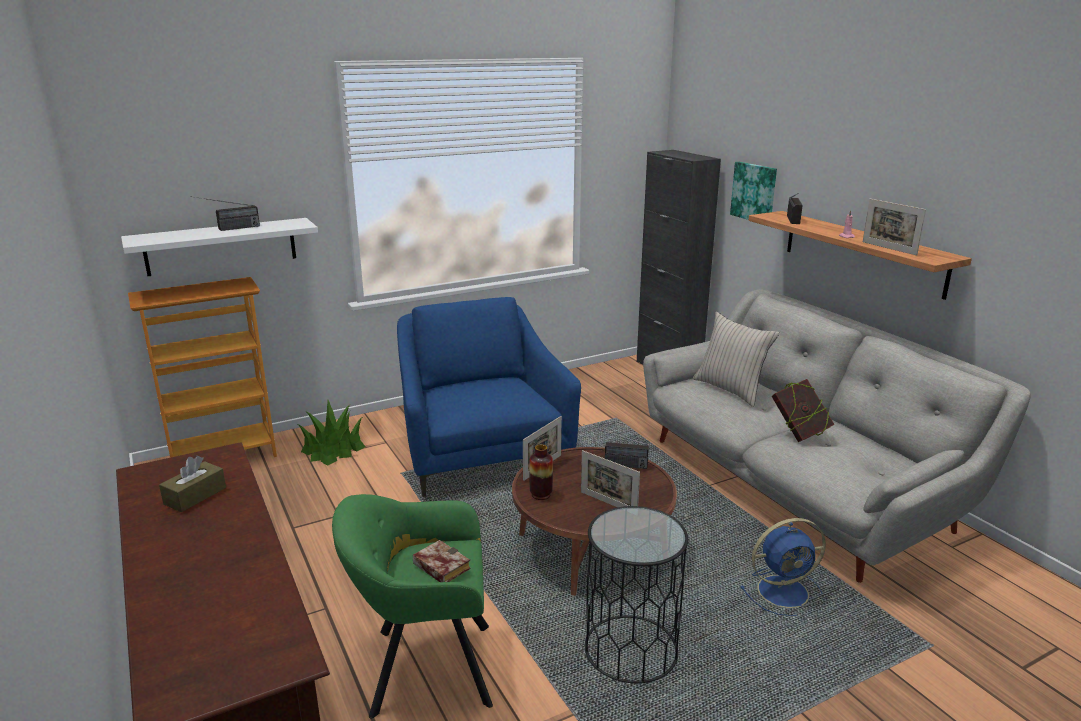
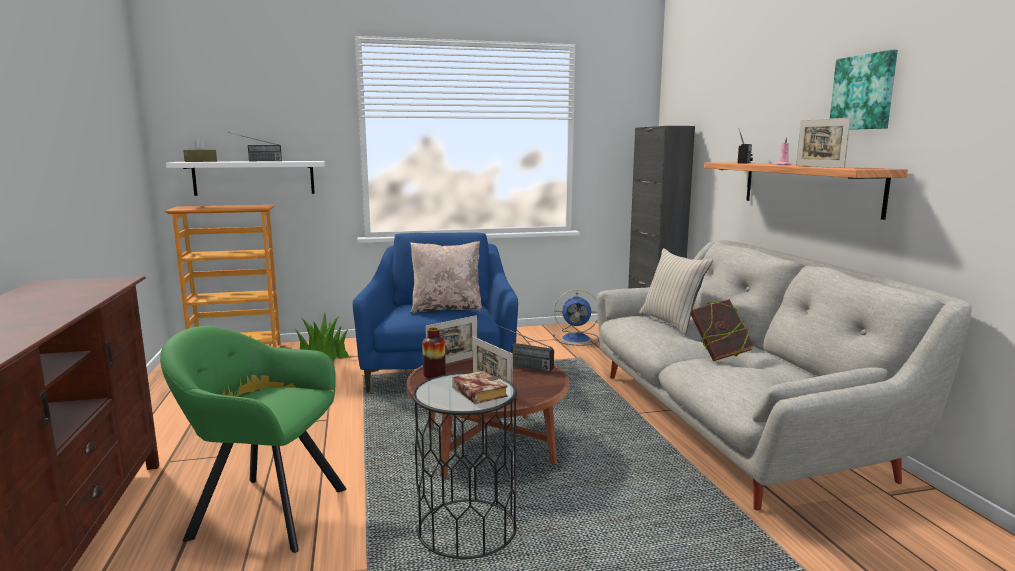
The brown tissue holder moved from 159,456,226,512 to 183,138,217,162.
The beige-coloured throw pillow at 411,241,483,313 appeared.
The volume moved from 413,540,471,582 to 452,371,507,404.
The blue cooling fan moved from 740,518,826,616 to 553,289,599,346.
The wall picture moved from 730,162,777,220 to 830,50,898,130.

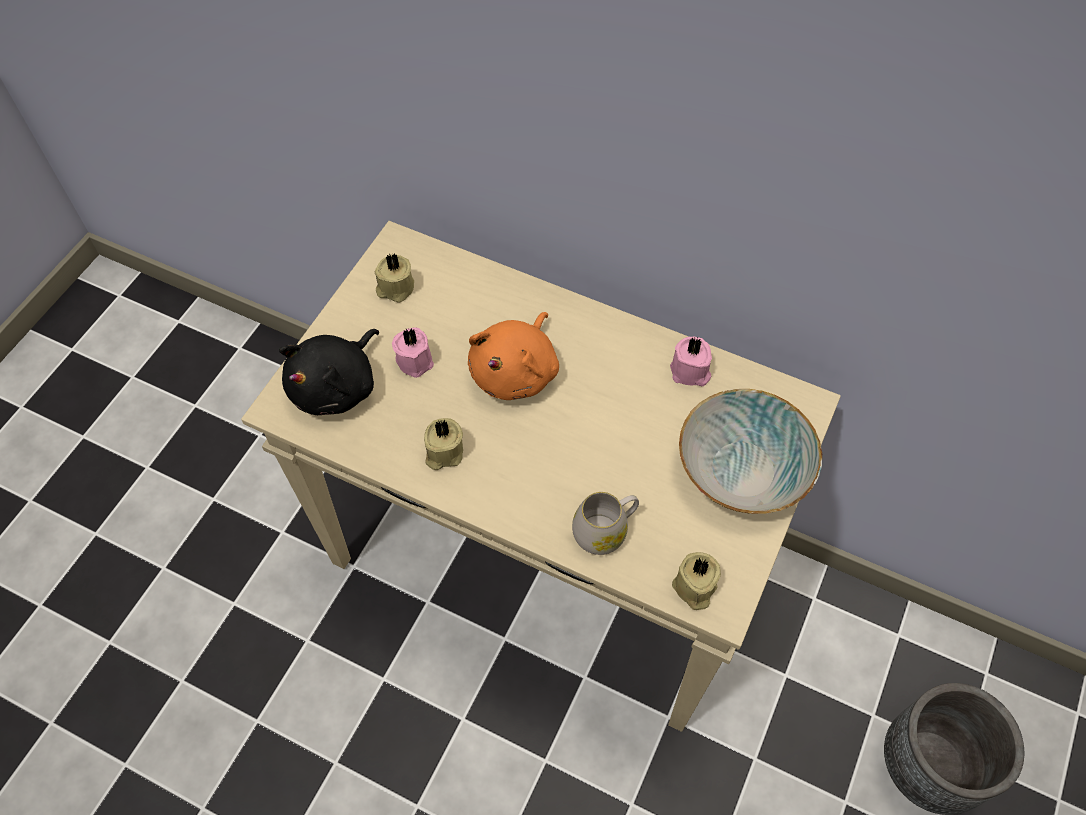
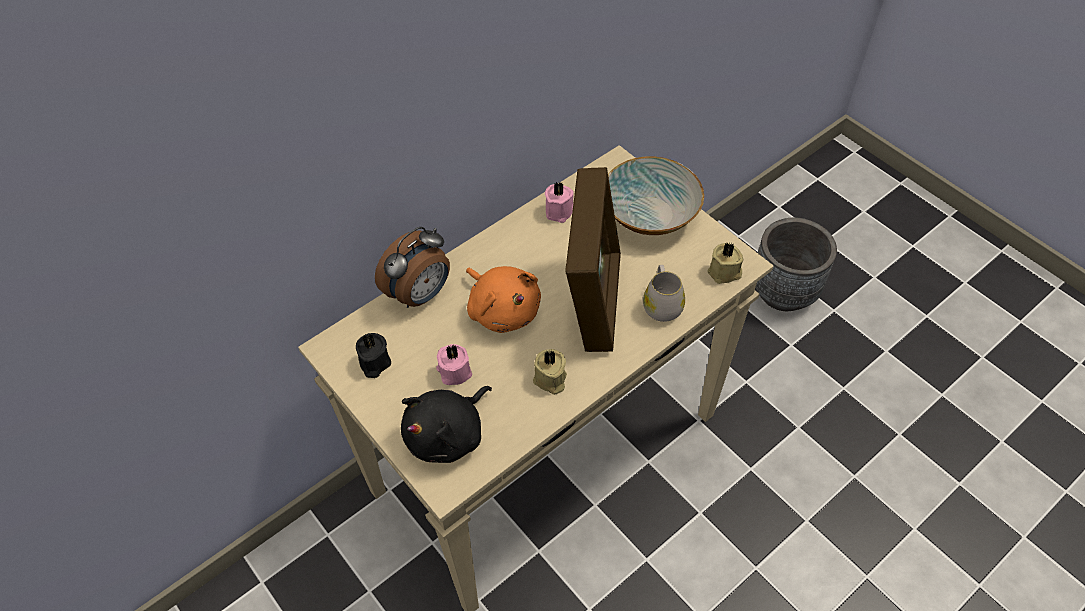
The beige-coloured wax candle at 375,253,414,303 became the black wax candle at 356,333,391,378.
The table clock at 375,227,450,308 appeared.
The black soft toy at 279,329,379,415 turned 75 degrees clockwise.
The standing frame at 565,167,621,352 appeared.

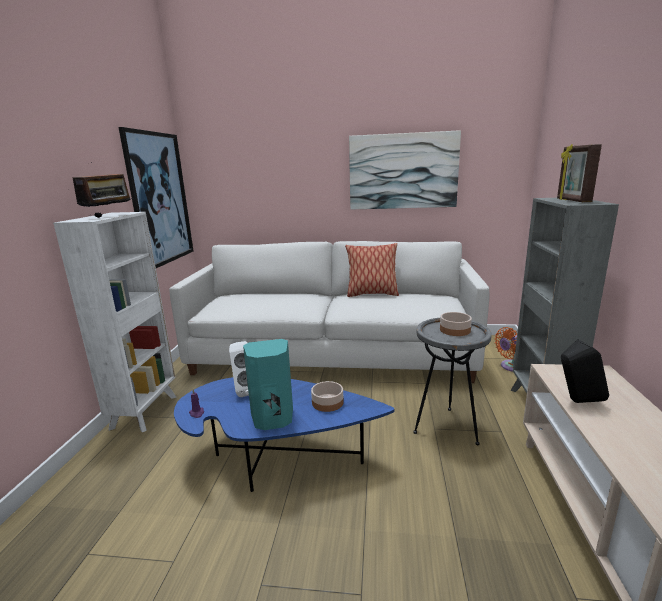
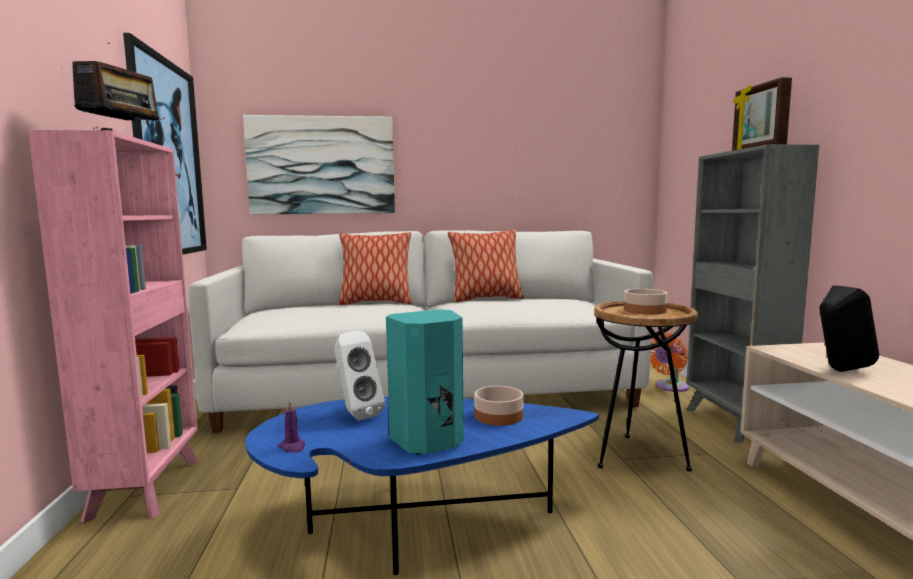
The whitish shelving unit at 53,212,176,432 became the pink-coloured shelving unit at 28,130,199,523.
The wall picture moved from 349,130,461,210 to 243,115,395,215.
The throw pillow at 338,232,412,305 appeared.
The greyish accent table at 413,318,492,445 became the brown accent table at 594,301,698,472.

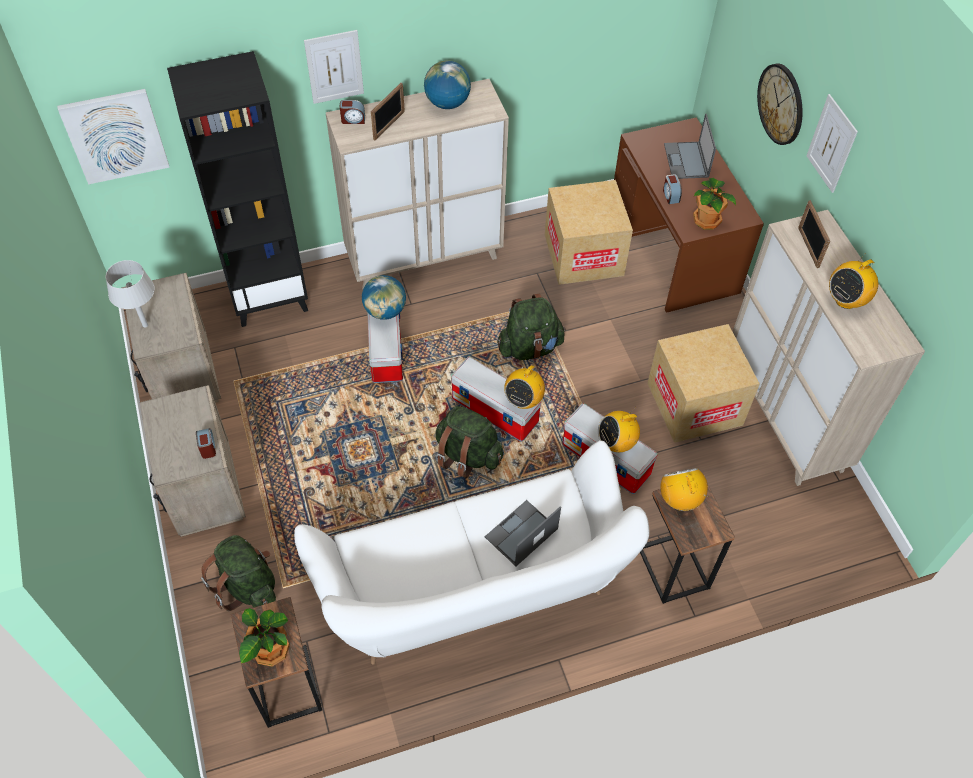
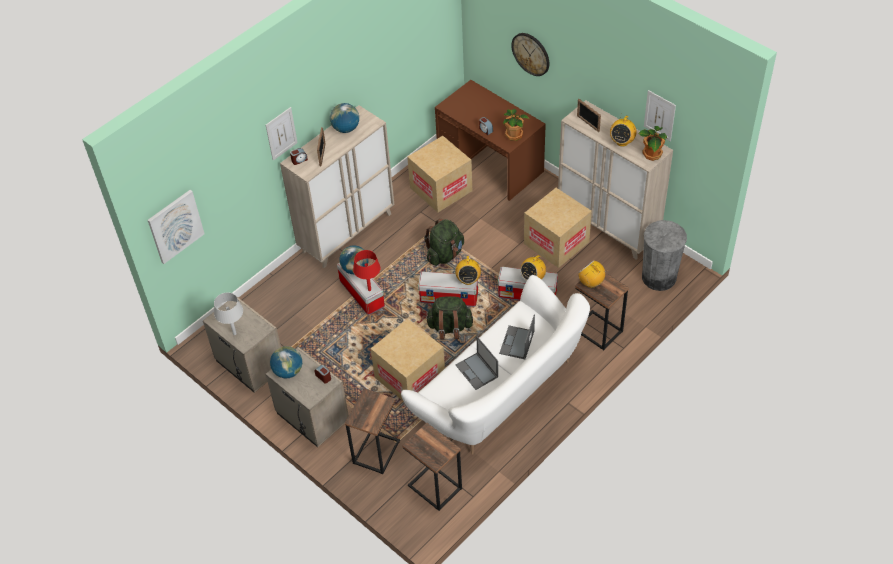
The world globe at 270,346,302,378 appeared.
The green-coloured backpack at 201,535,276,611 was replaced by the accent table at 345,388,400,474.
The red table lamp at 353,250,380,291 appeared.
The cardboard box at 370,319,445,402 appeared.
The laptop moved from 664,114,716,179 to 456,336,498,390.
The houseplant moved from 239,608,290,667 to 638,126,667,161.
The greyish waste bin at 642,220,687,291 appeared.
The wall picture moved from 807,94,858,193 to 644,90,676,141.
The black shelving unit at 167,51,308,327 disappeared.

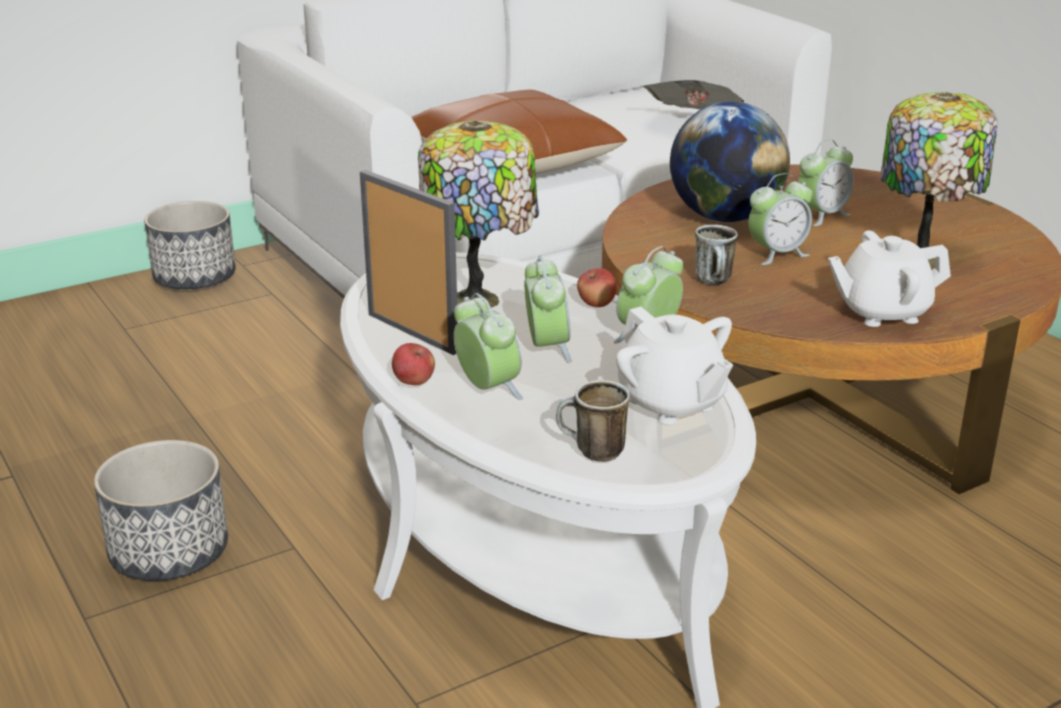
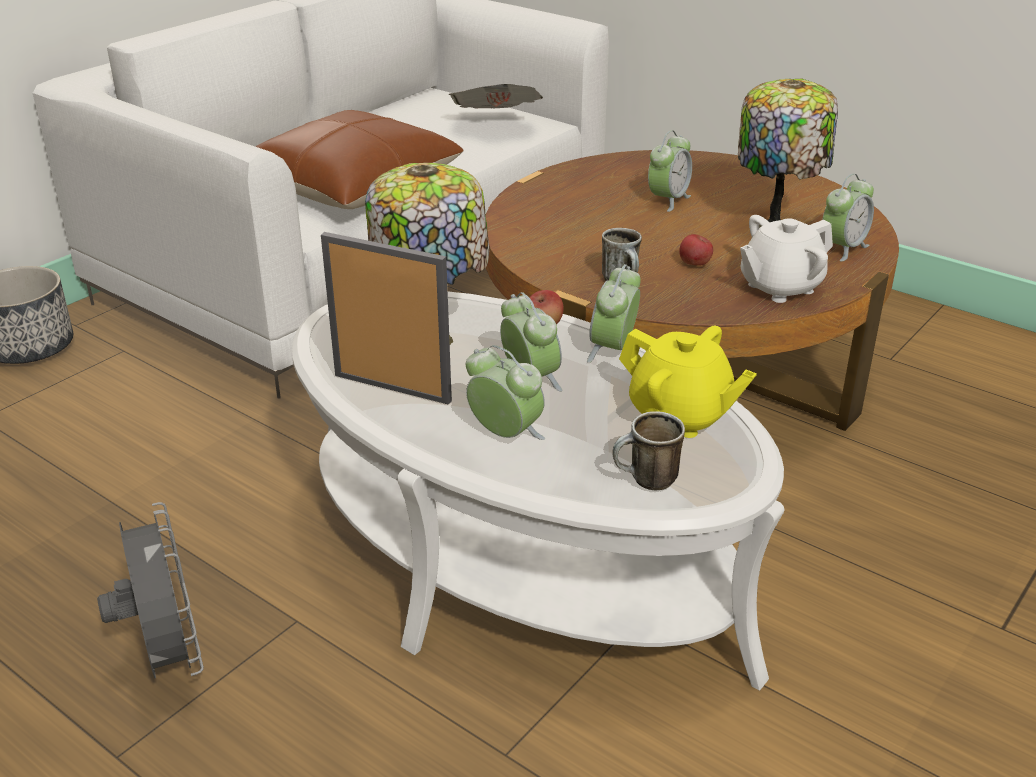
The planter at 94,440,228,581 was replaced by the greyish cooling fan at 97,502,204,678.
The whitish pot for tea at 616,306,733,424 became the yellow-coloured pot for tea at 619,326,757,438.
The apple moved from 392,343,435,385 to 679,234,713,266.
The table clock moved from 749,173,813,265 to 822,173,874,262.
The world globe at 670,101,790,222 disappeared.

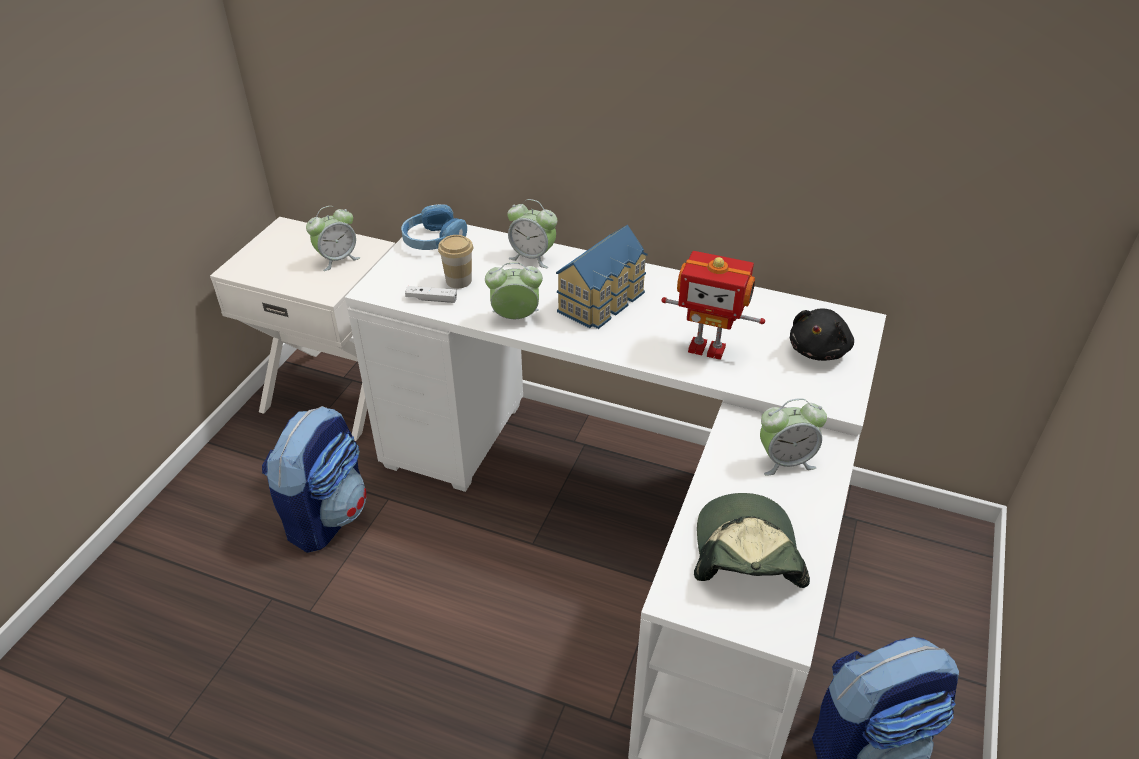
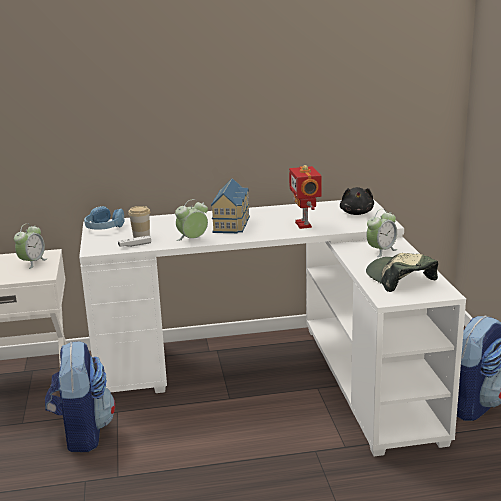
The robot figure at 661,251,765,360 turned 90 degrees clockwise.
The table clock at 507,199,557,268 disappeared.

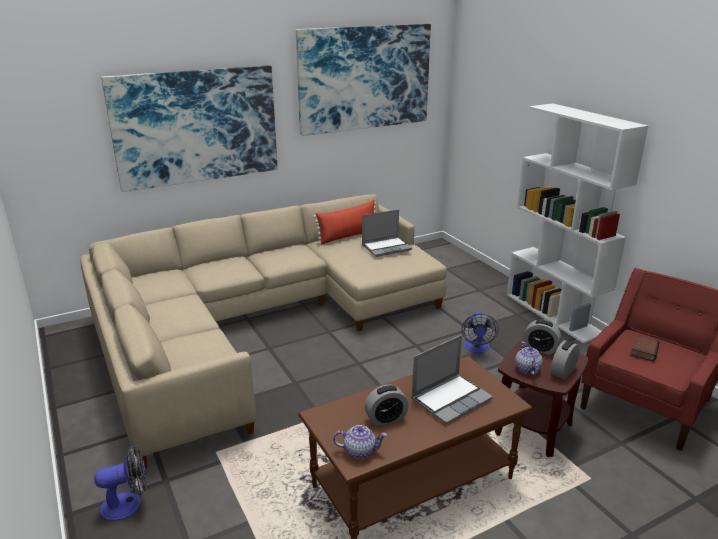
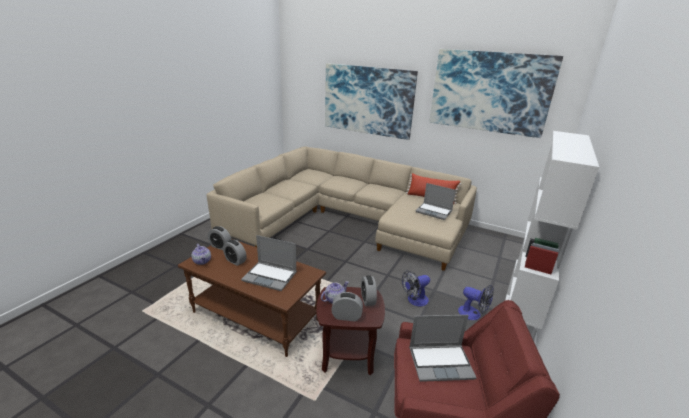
The table clock at 208,226,232,250 appeared.
The volume at 631,335,660,361 was replaced by the laptop at 409,315,477,382.
The cooling fan moved from 94,444,146,521 to 458,285,494,320.

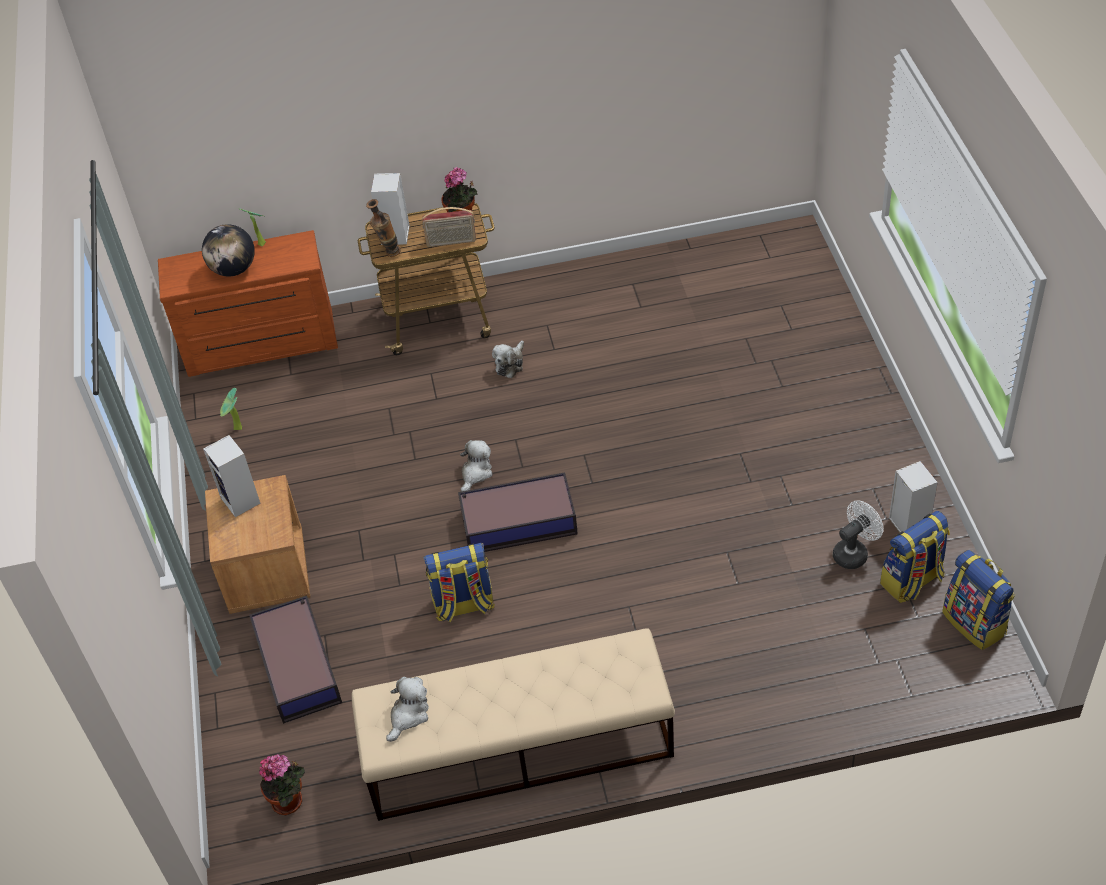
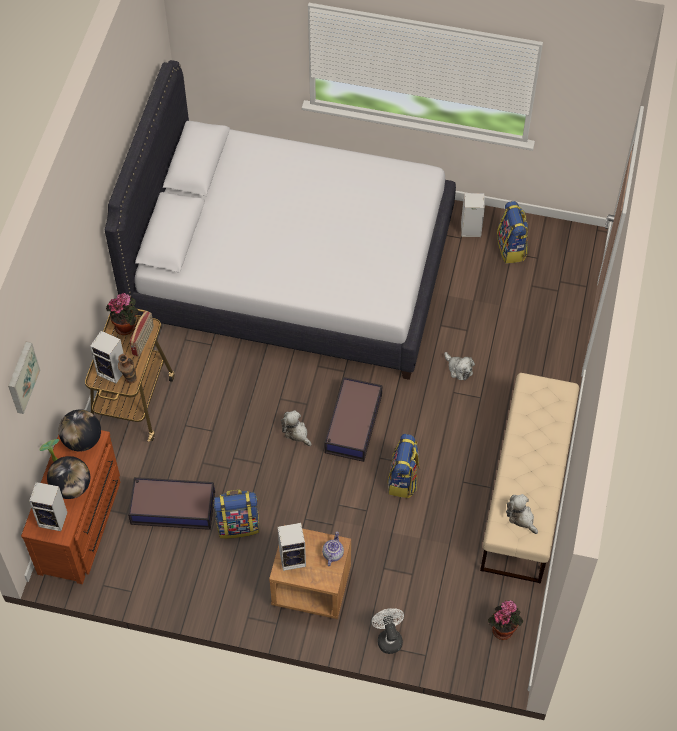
The wall picture at 8,342,41,414 appeared.
The speaker at 29,482,68,531 appeared.
The world globe at 59,409,101,452 appeared.
The whitish sleeping bed at 105,60,456,380 appeared.
The storage container moved from 249,595,342,724 to 128,477,215,530.
The backpack moved from 942,550,1015,650 to 213,489,259,539.
The pot for tea at 322,532,344,566 appeared.
The whitish cooling fan moved from 833,500,883,569 to 371,608,404,654.
The soft toy moved from 492,340,524,378 to 444,352,475,380.
The houseplant at 220,388,242,430 disappeared.

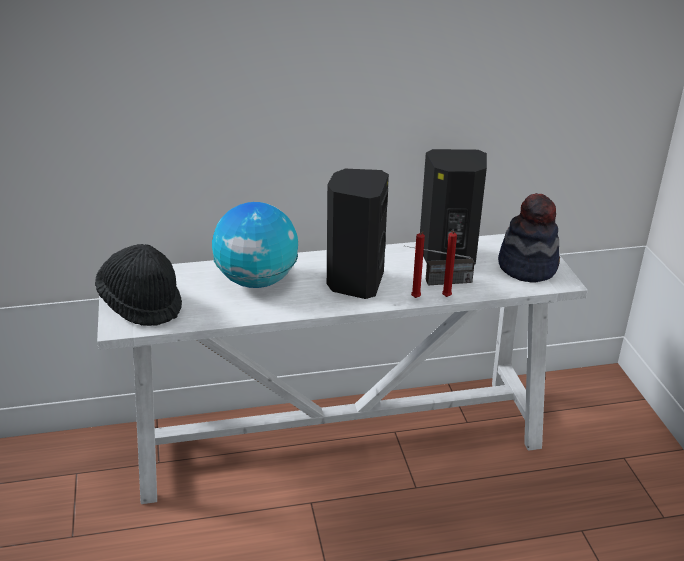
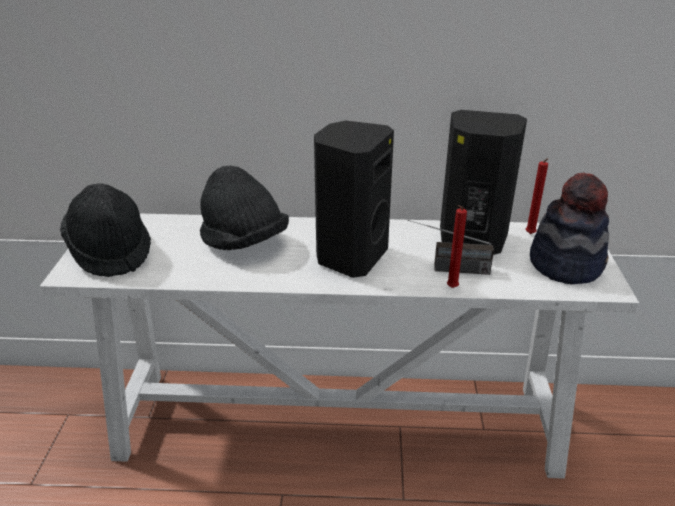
The world globe at 212,202,298,288 was replaced by the black clothing hat at 200,166,289,250.
The red wax candle moved from 411,232,425,298 to 526,158,548,234.

